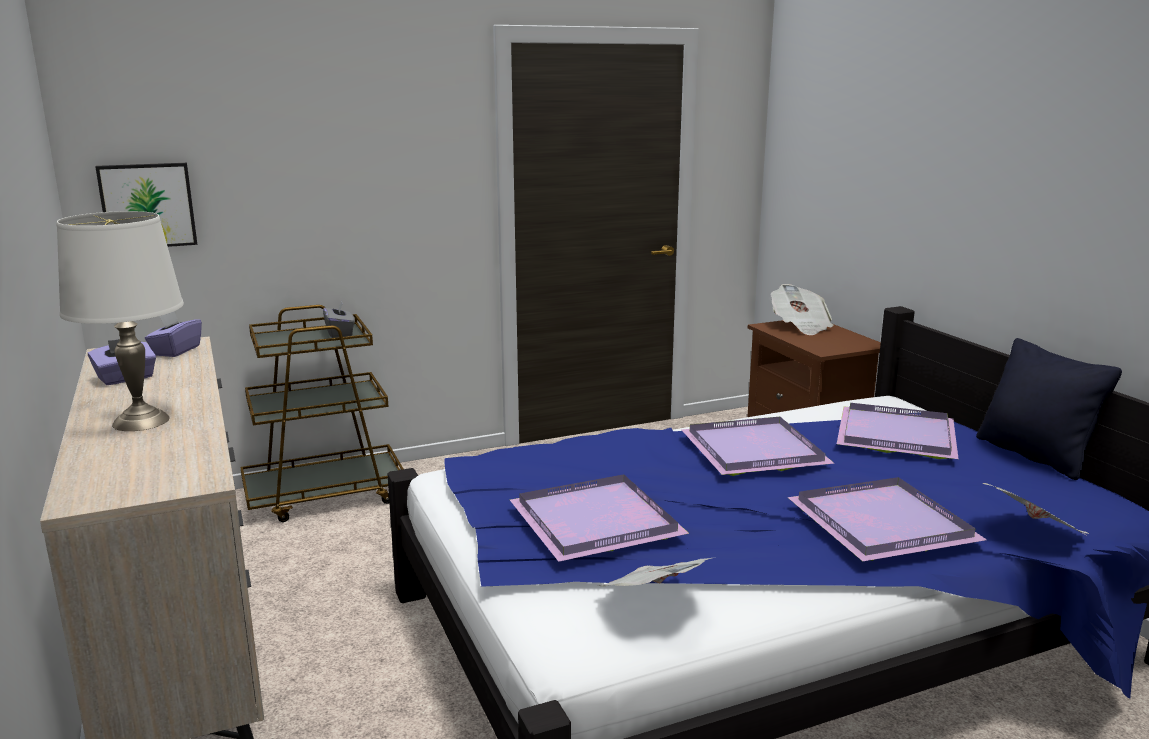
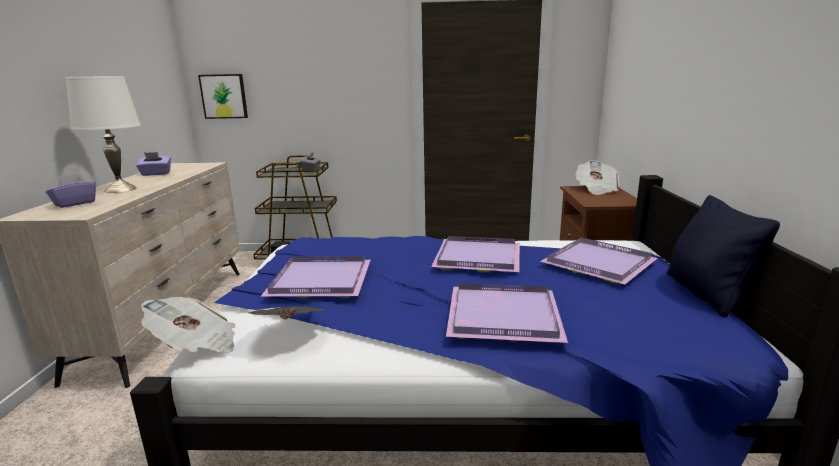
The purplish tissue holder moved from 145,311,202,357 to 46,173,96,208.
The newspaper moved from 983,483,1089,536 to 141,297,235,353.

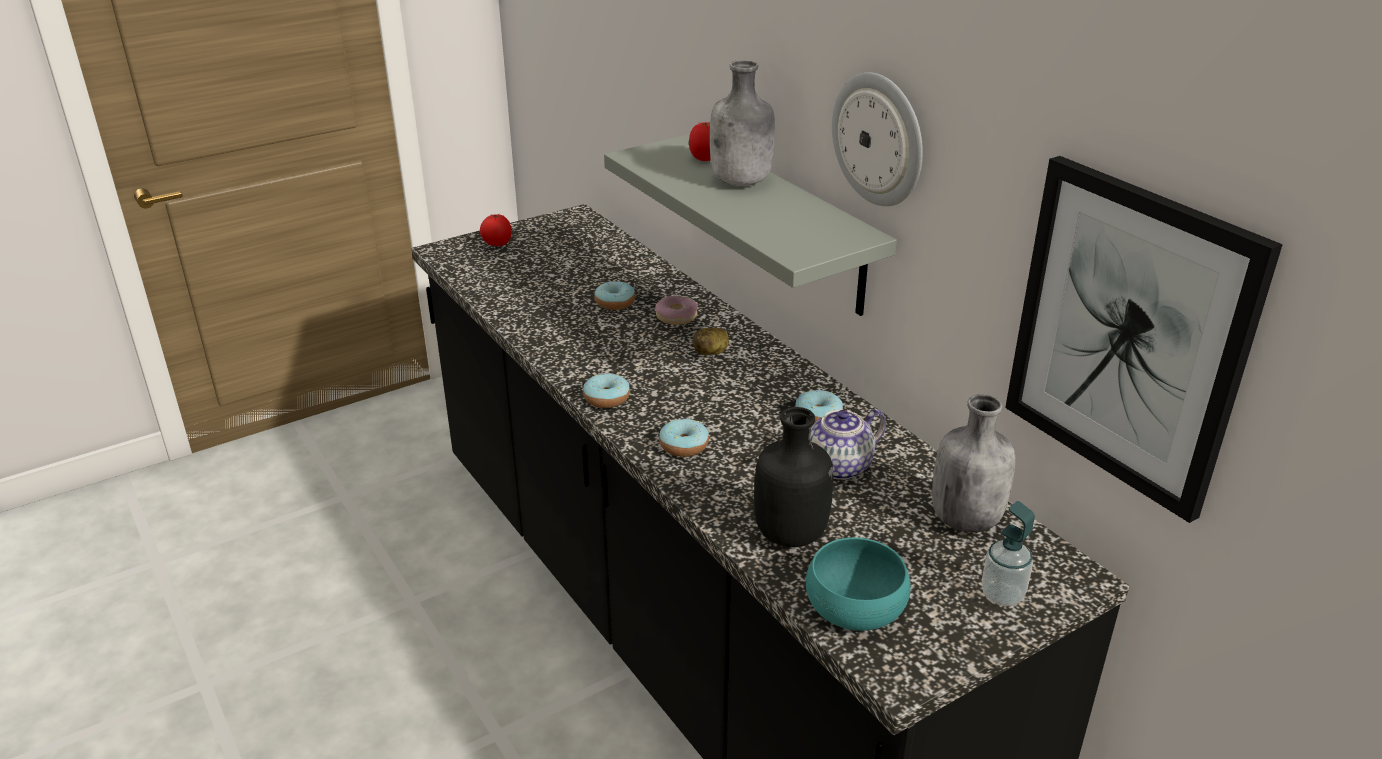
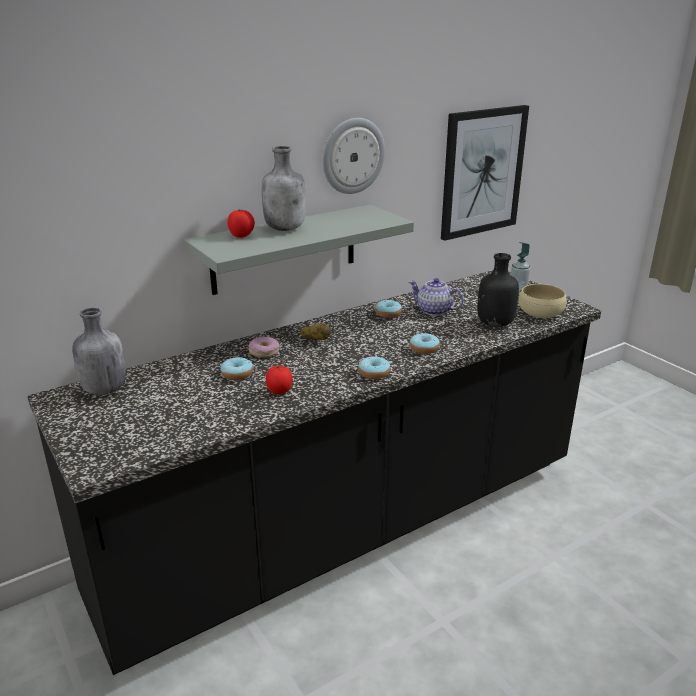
The greyish beverage bottle moved from 932,394,1015,532 to 72,307,126,395.
The whole tomato moved from 480,214,512,246 to 266,365,293,394.
The pot for tea at 810,409,886,480 turned 150 degrees clockwise.
The turquoise-coloured serving bowl at 806,537,911,631 became the beige-coloured serving bowl at 519,284,567,318.

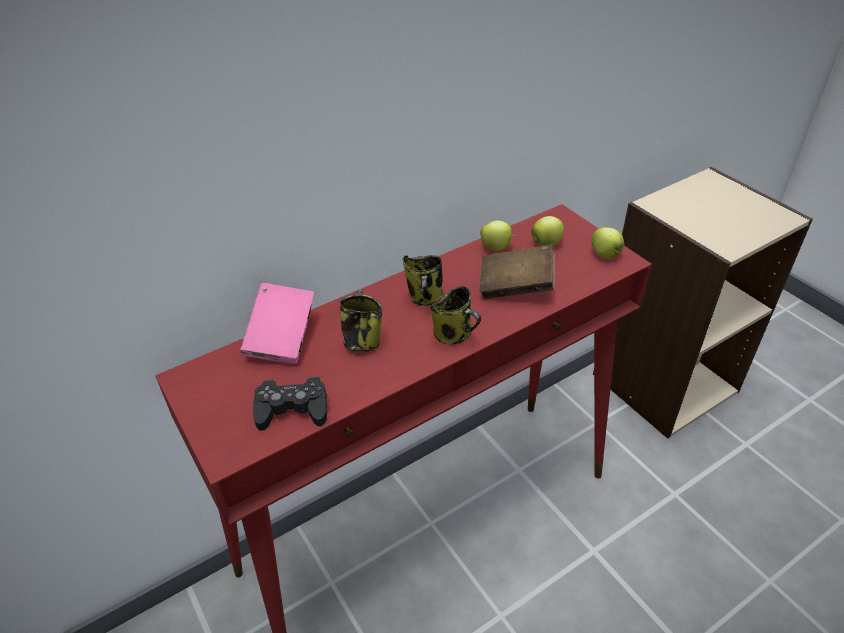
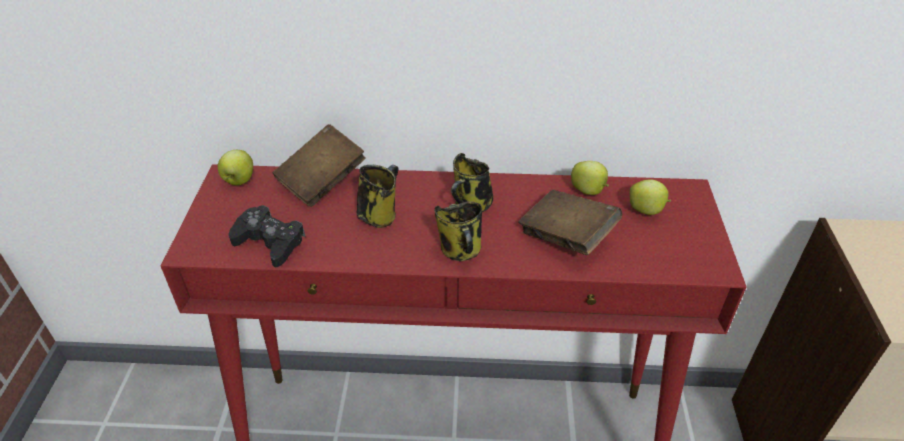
The apple moved from 591,227,624,259 to 218,150,253,185.
The pink-coloured volume at 240,283,314,364 became the brown volume at 273,124,366,207.

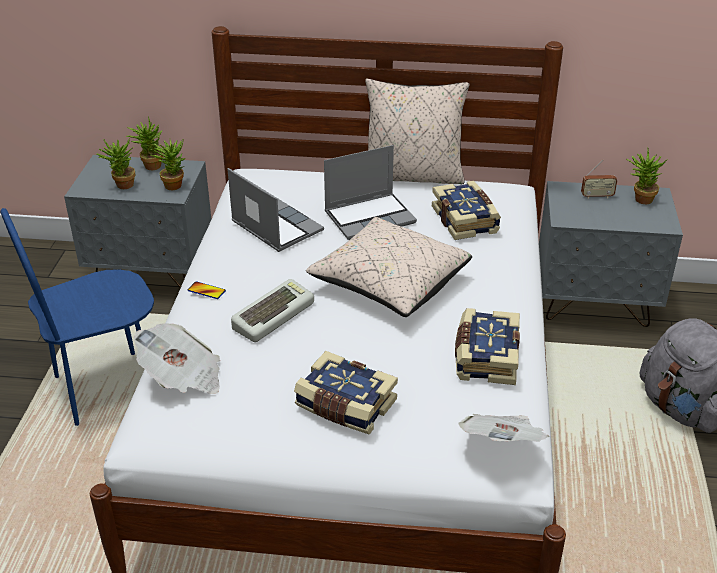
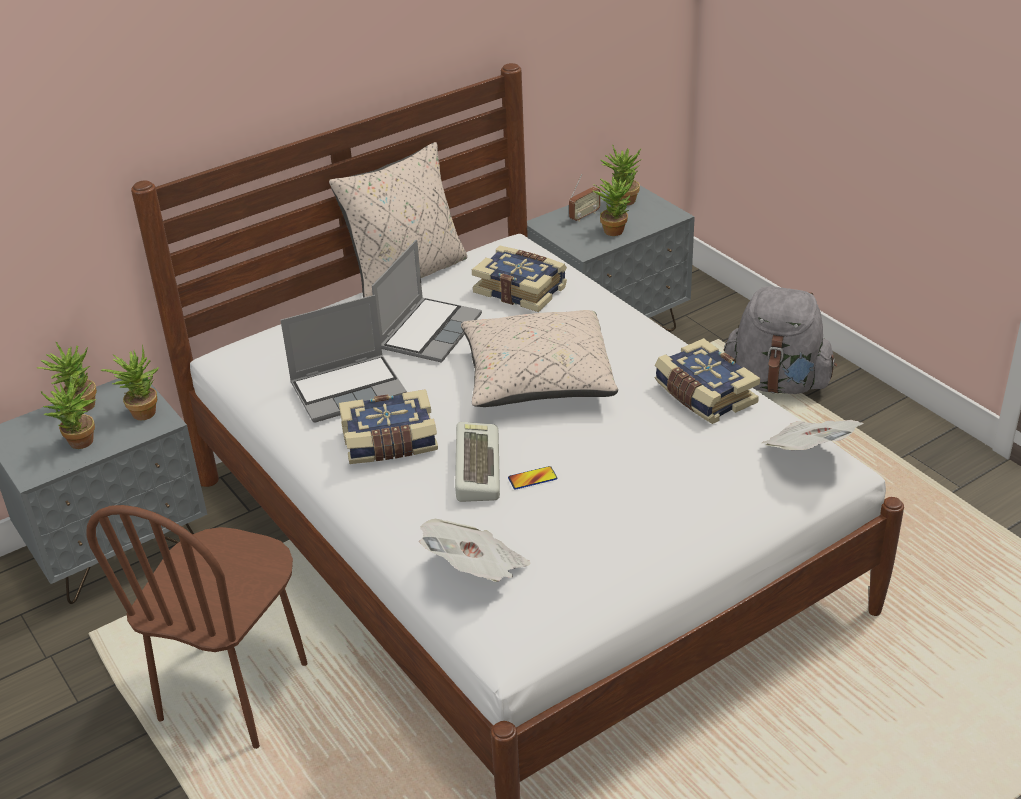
The blue plain chair at 0,208,154,426 became the brown plain chair at 87,505,308,749.
The laptop at 227,168,324,252 turned 150 degrees clockwise.
The volume moved from 294,351,398,435 to 339,389,438,464.
The handset moved from 188,281,226,299 to 508,466,557,490.
The houseplant at 593,176,634,236 appeared.

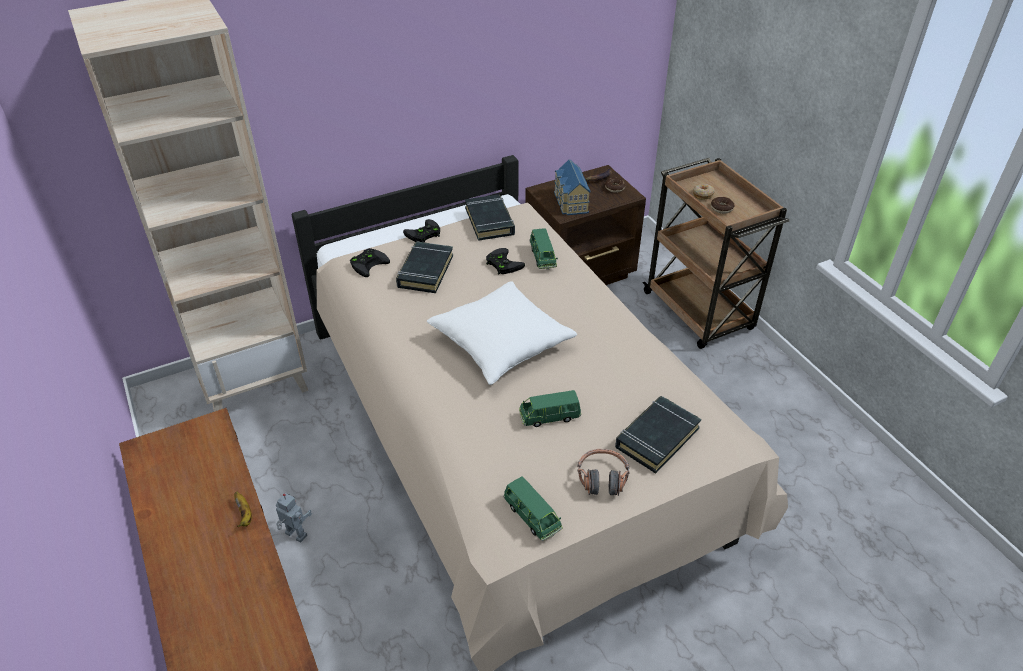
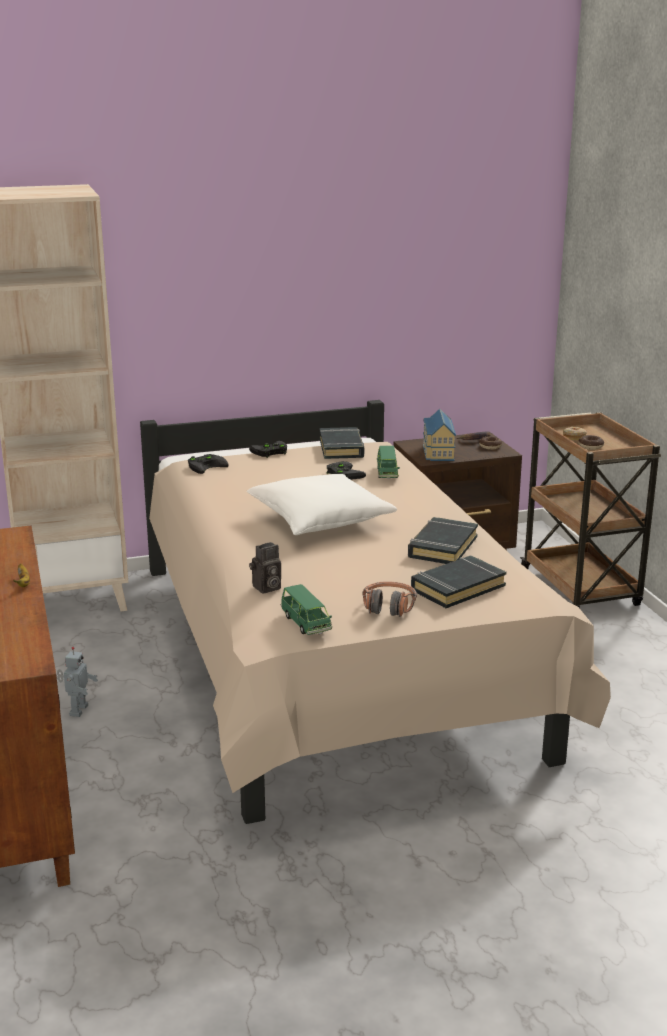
The robot figure at 276,493,312,542 turned 60 degrees clockwise.
The still camera at 249,542,281,594 appeared.
The black volume moved from 396,242,453,293 to 408,517,478,564.
The green-coloured miniature car at 519,390,581,427 disappeared.

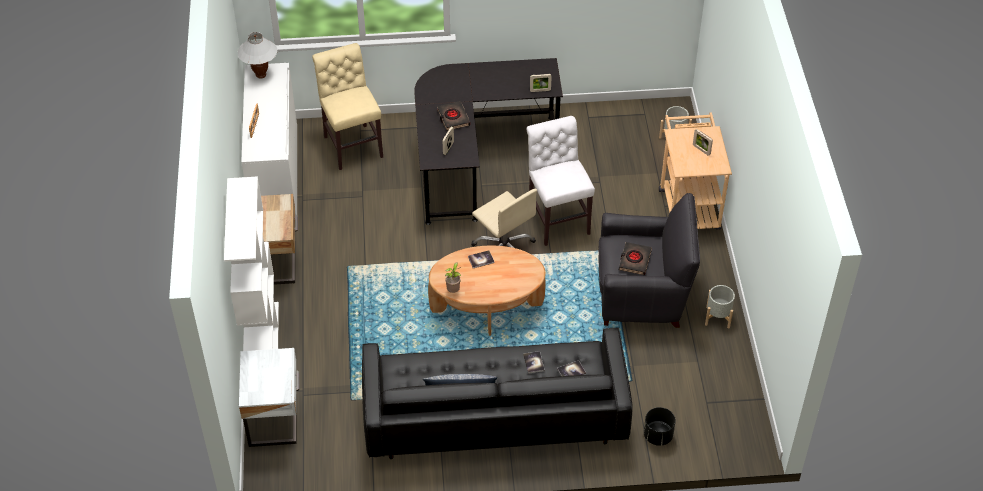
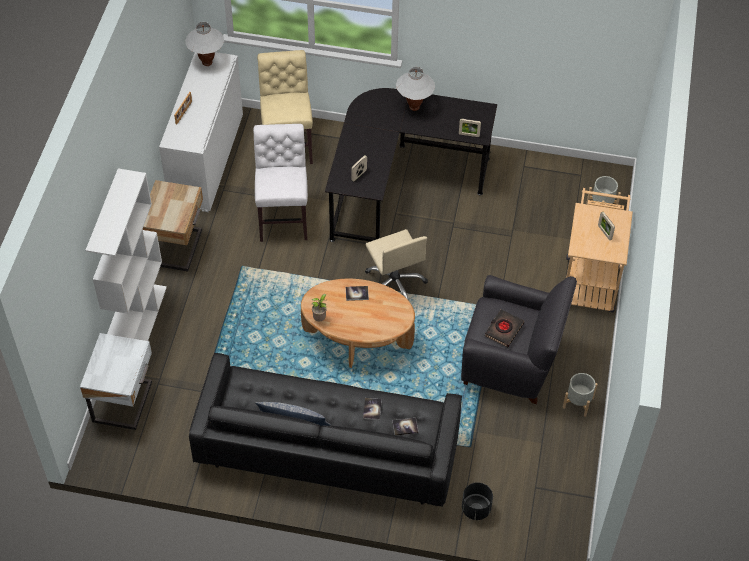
The whitish plain chair moved from 527,116,595,246 to 253,124,308,242.
The whitish table lamp at 396,67,435,111 appeared.
The black volume at 437,101,470,131 disappeared.

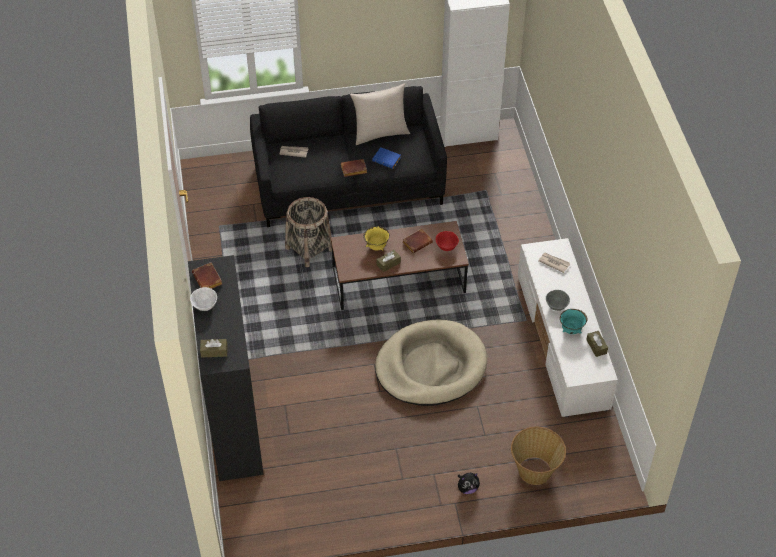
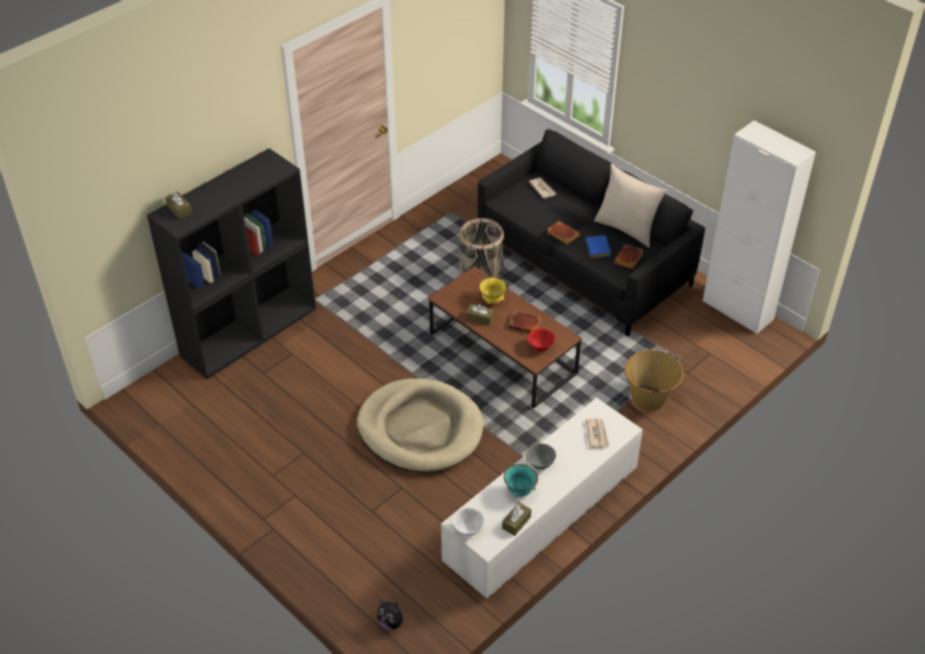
The soft toy moved from 458,473,480,494 to 377,600,408,630.
The whitish serving bowl moved from 190,287,217,311 to 452,508,485,536.
The brown volume moved from 192,262,222,289 to 614,244,644,269.
The basket moved from 511,427,566,485 to 625,350,684,411.

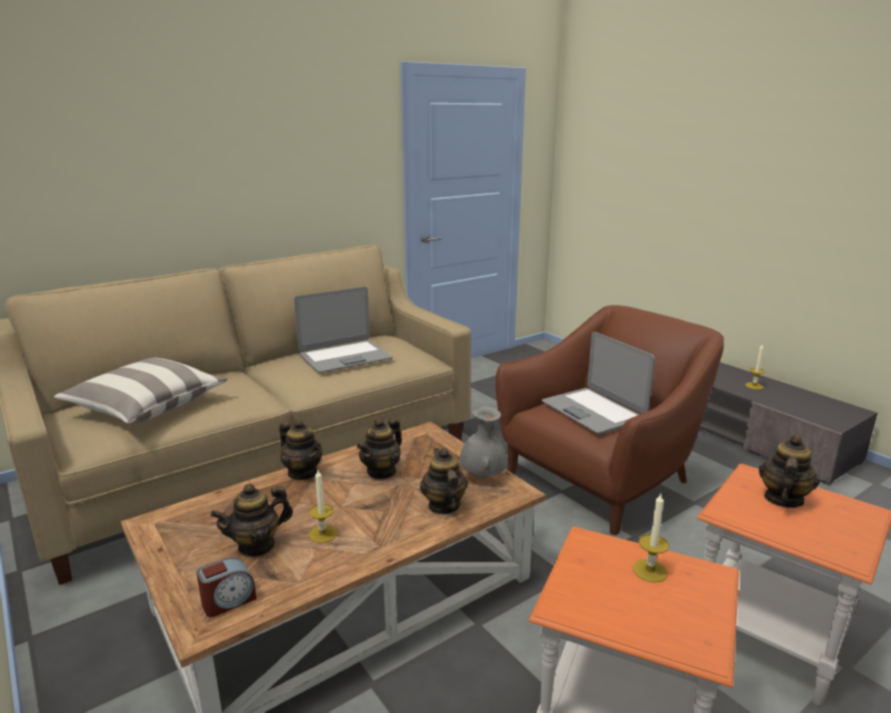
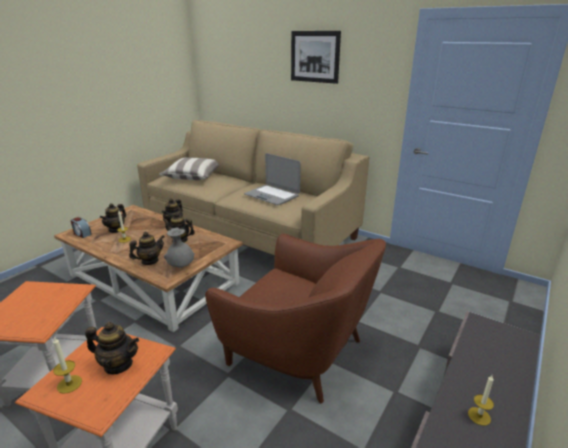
The wax candle moved from 633,494,669,583 to 53,337,82,394.
The pot for tea at 211,483,293,557 turned 105 degrees counterclockwise.
The wall picture at 291,31,341,84 appeared.
The laptop at 542,332,655,434 disappeared.

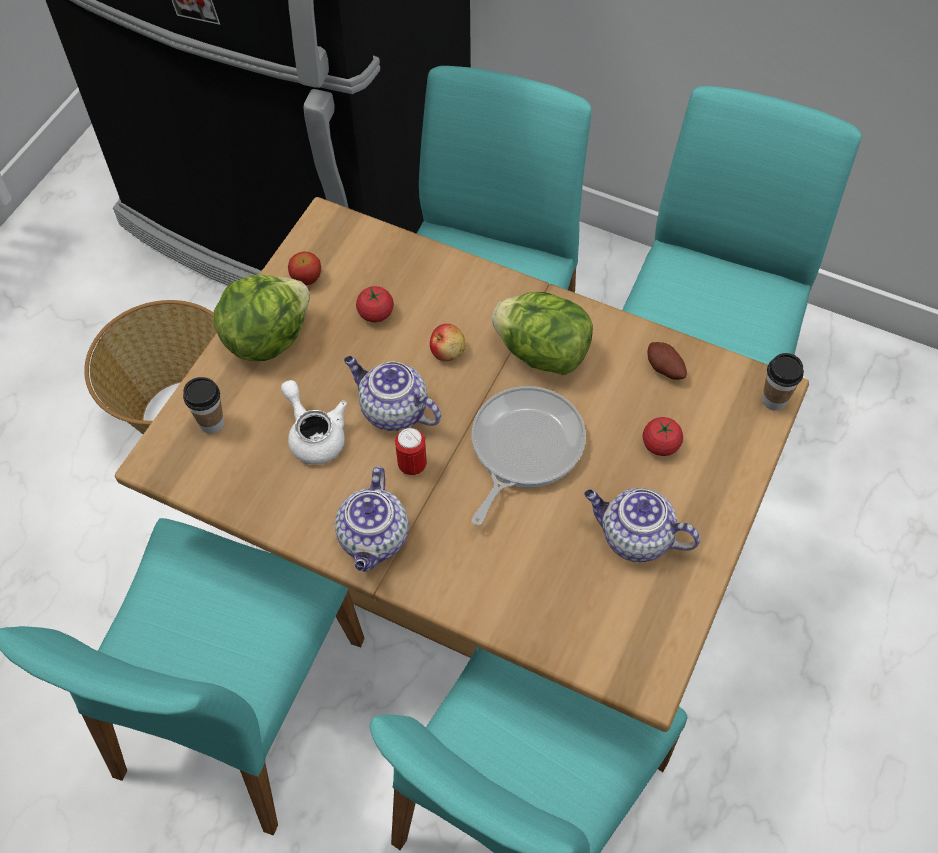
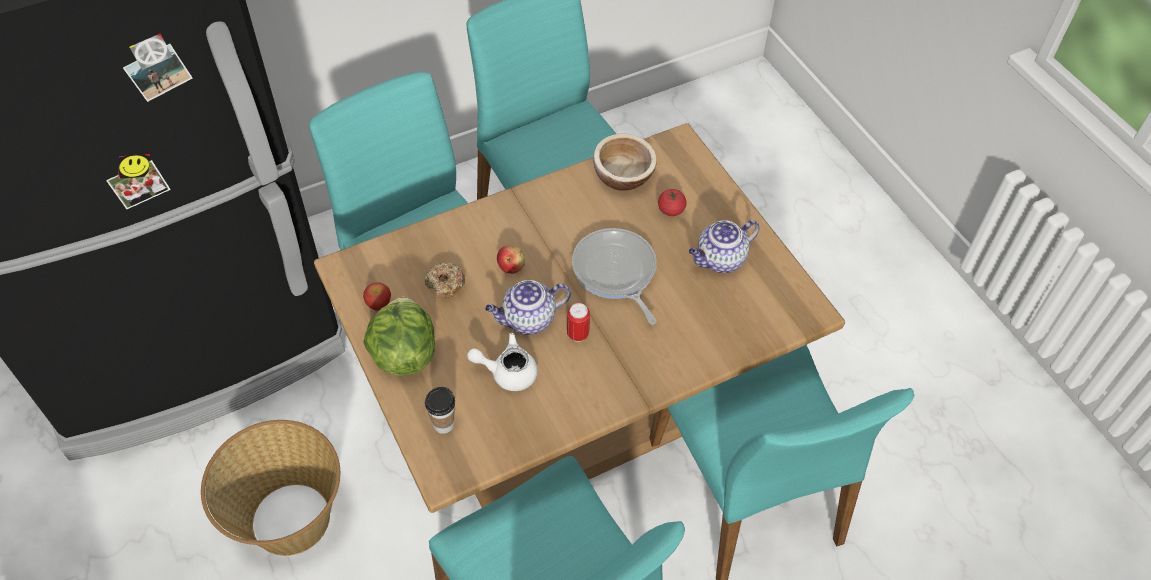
The whole tomato at 356,286,394,322 was replaced by the doughnut at 425,263,465,299.
The potato at 647,342,687,380 was replaced by the serving bowl at 593,133,657,191.
The pot for tea at 335,466,409,572 disappeared.
The lettuce head at 492,292,593,375 disappeared.
The small cup at 762,353,804,411 disappeared.

